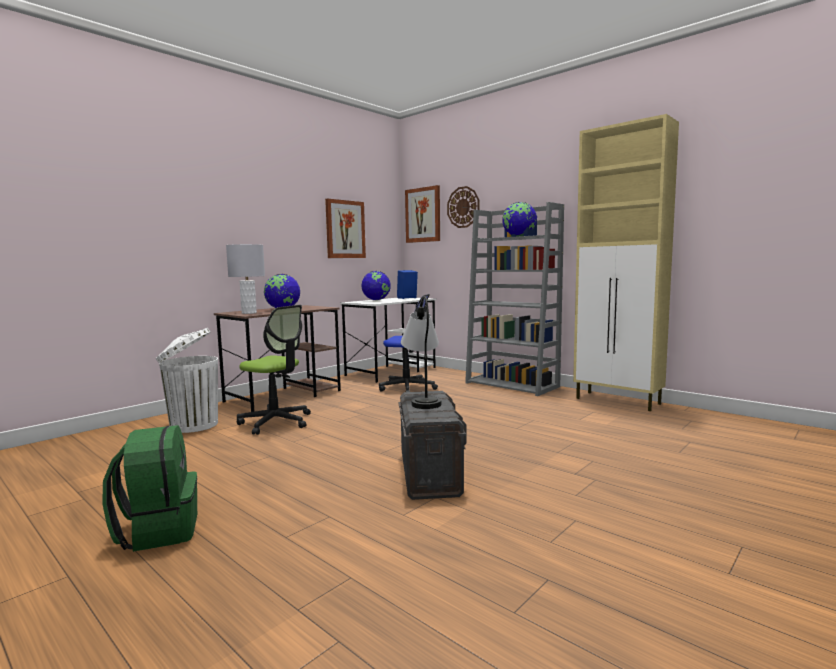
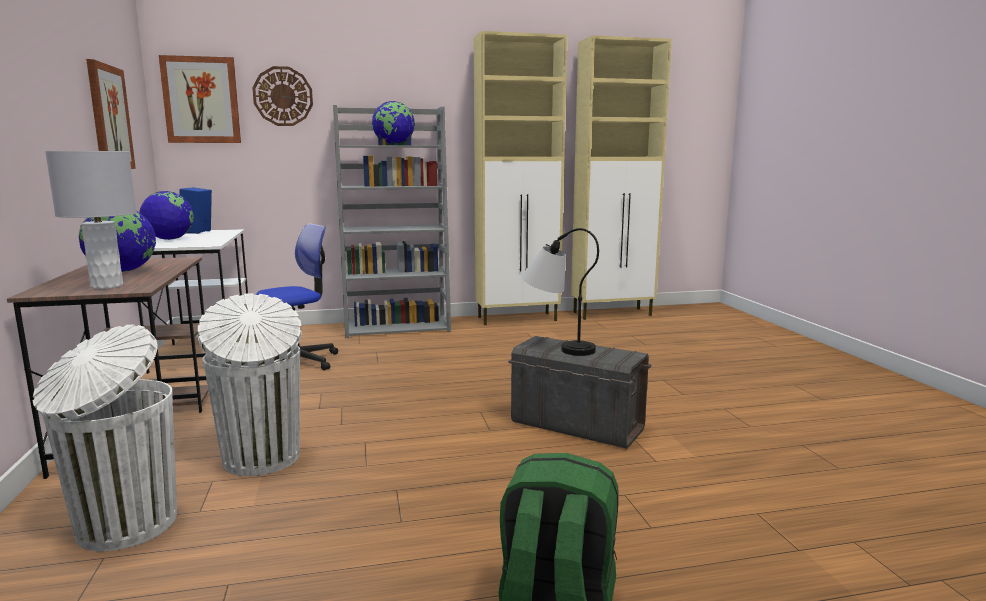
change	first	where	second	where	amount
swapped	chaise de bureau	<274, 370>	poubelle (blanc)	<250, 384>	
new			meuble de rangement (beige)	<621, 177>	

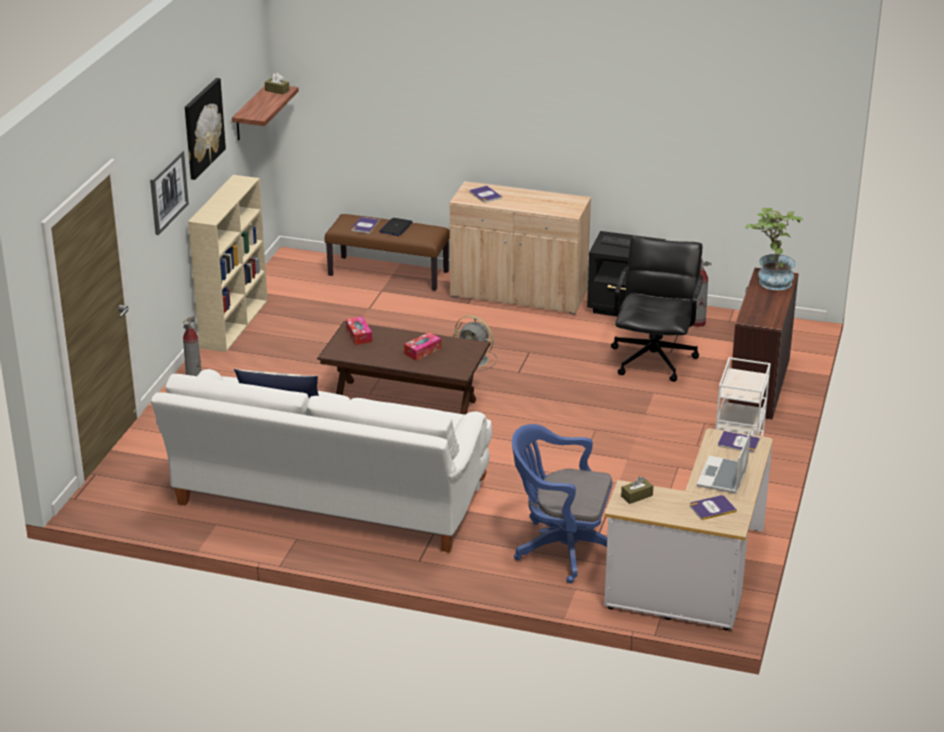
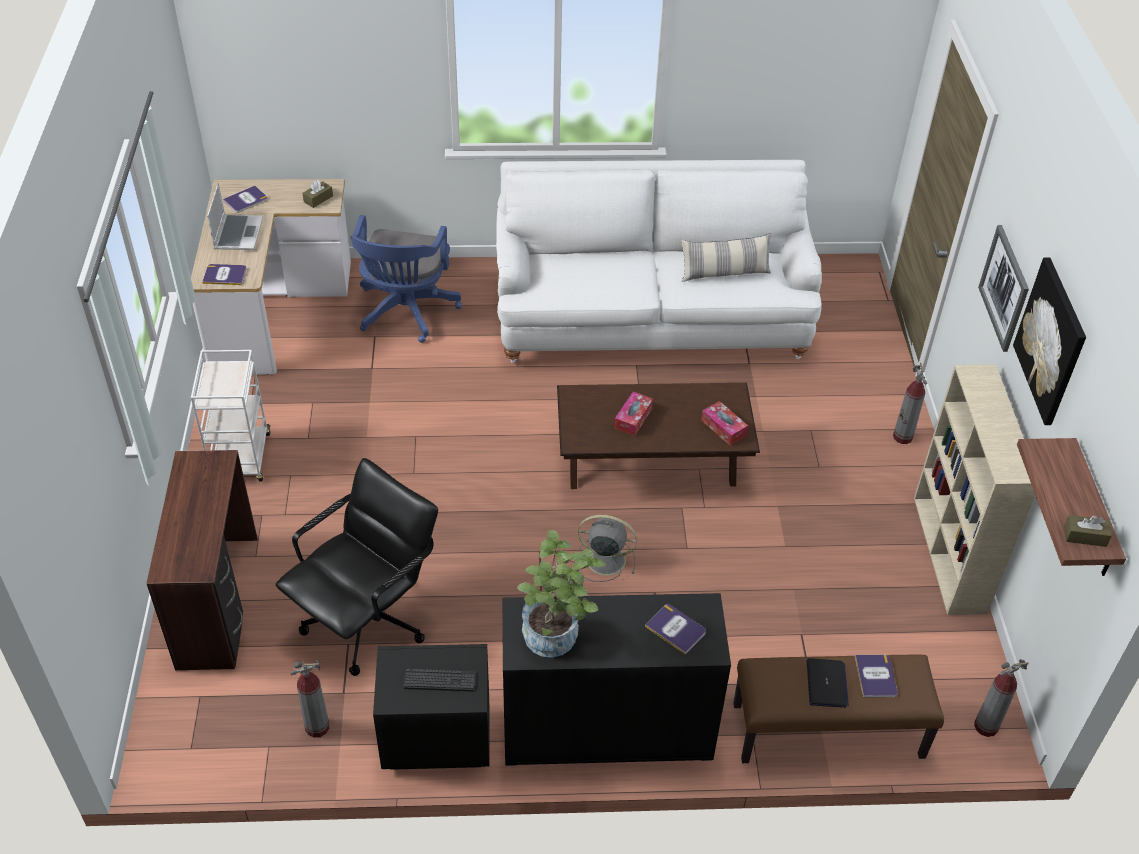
change	first	where	second	where	amount
rotated	chaise de bureau (noir)	<657, 309>		<357, 567>	135 degrees counterclockwise
rotated	chaise de bureau (bleu)	<562, 503>		<406, 279>	105 degrees clockwise
repainted	meuble de rangement (beige)	<520, 248>	meuble de rangement (noir)	<616, 679>	
shifted	plante en pot	<774, 248>		<561, 594>	
new			extincteur	<1001, 698>	

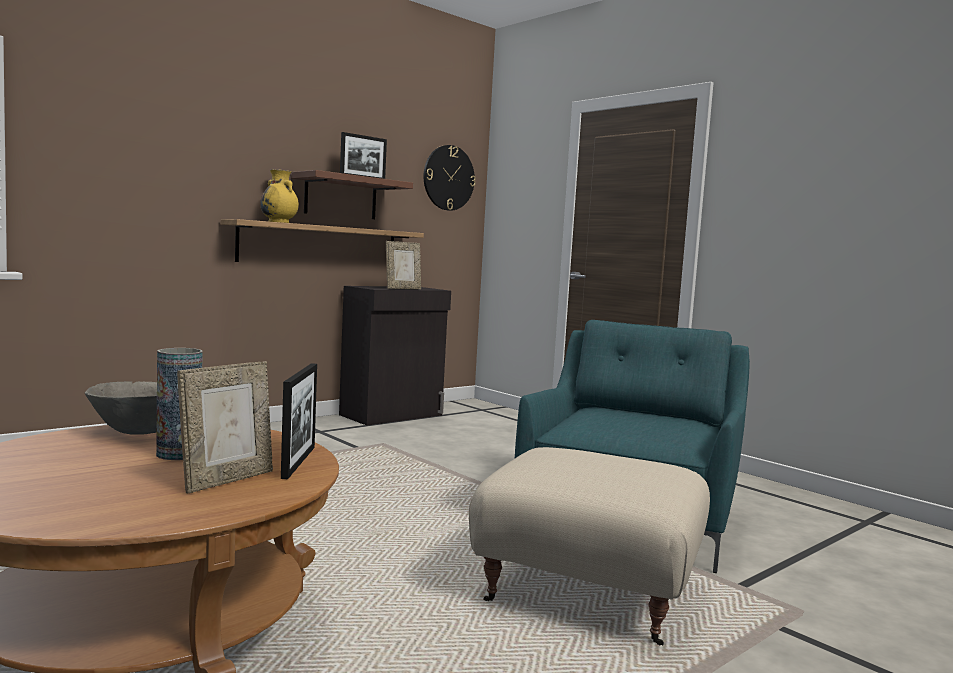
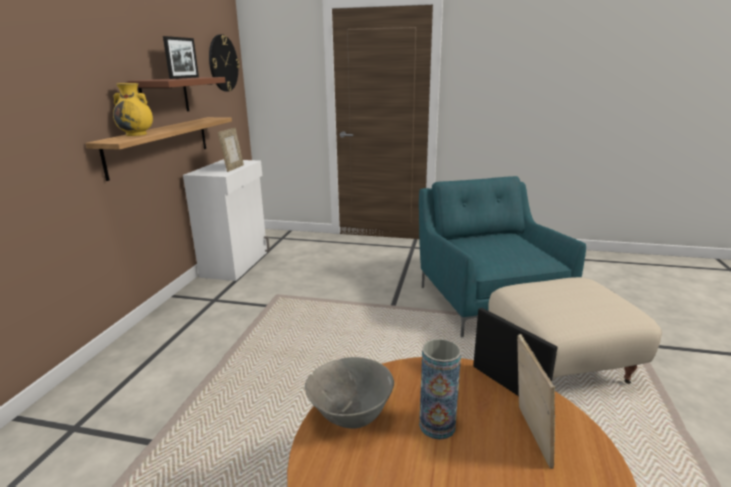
change	first	where	second	where	amount
repainted	meuble de rangement (noir)	<395, 356>	meuble de rangement (blanc)	<226, 220>	

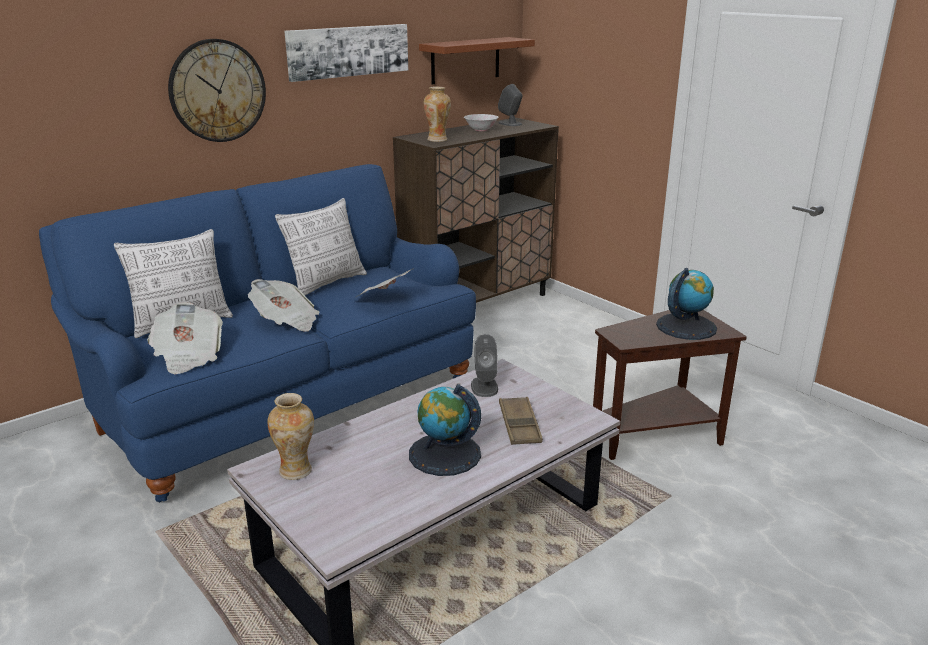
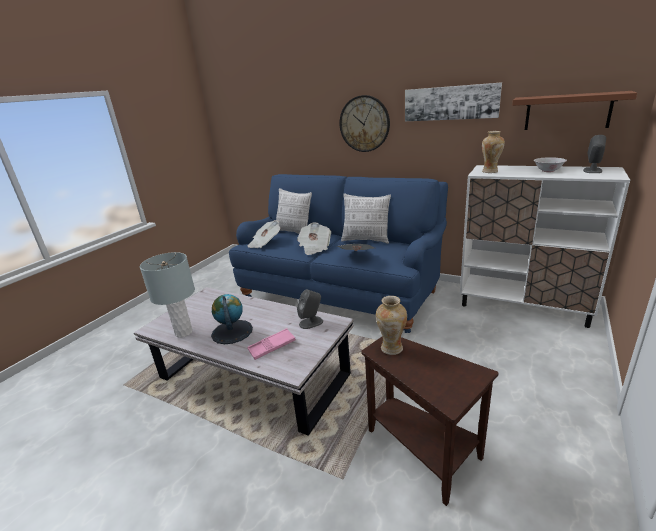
change	first	where	second	where	amount
new			lampe de table (gris)	<167, 295>	
repainted	plateau (marron)	<521, 421>	plateau (rose)	<271, 344>	
shifted	vase	<291, 436>		<391, 325>	
repainted	meuble de rangement (marron)	<476, 210>	meuble de rangement (blanc)	<545, 246>	
gone	globe	<686, 304>			

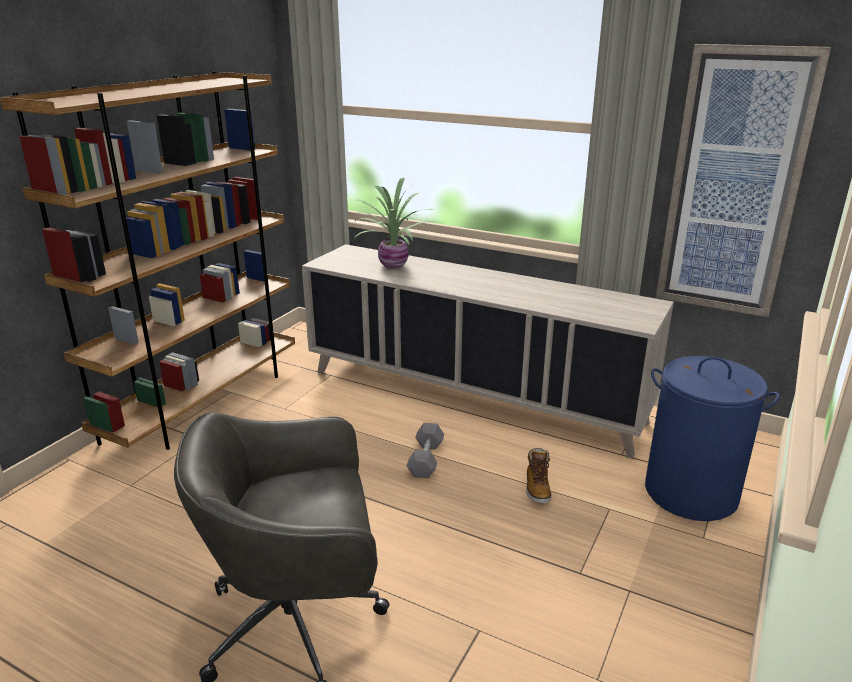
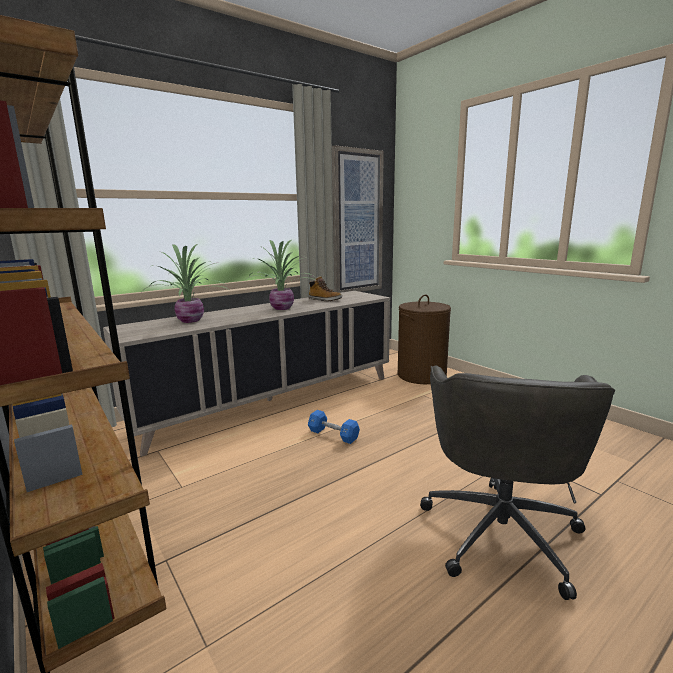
change	first	where	second	where	amount
new			plante en pot	<280, 275>	
repainted	haltère (gris)	<425, 450>	haltère (bleu)	<334, 427>	
shifted	botte	<539, 475>		<325, 288>	
repainted	panier à linge (bleu)	<712, 438>	panier à linge (marron)	<424, 339>	

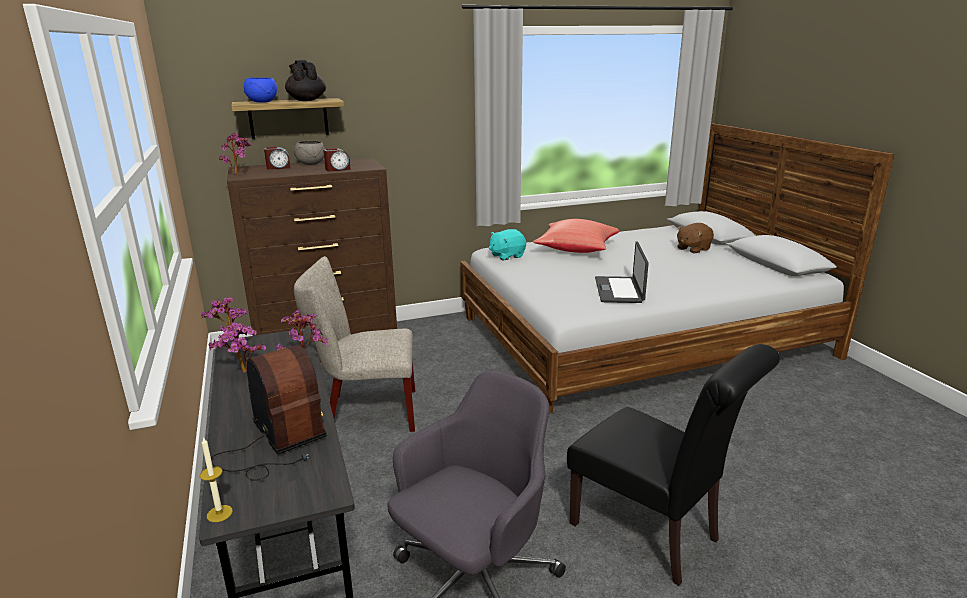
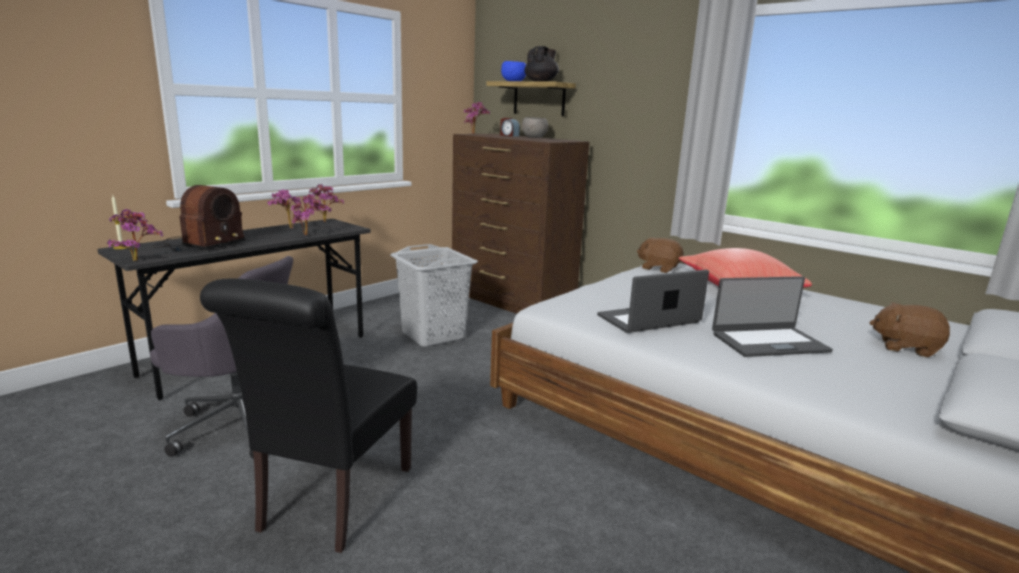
change	first	where	second	where	amount
new			plante en pot	<135, 235>	
swapped	chaise (beige)	<354, 344>	panier à linge (gris)	<434, 295>	
repainted	peluche (turquoise)	<507, 245>	peluche (marron)	<660, 255>	
new			ordinateur portable	<772, 316>	
gone	réveil	<337, 159>			

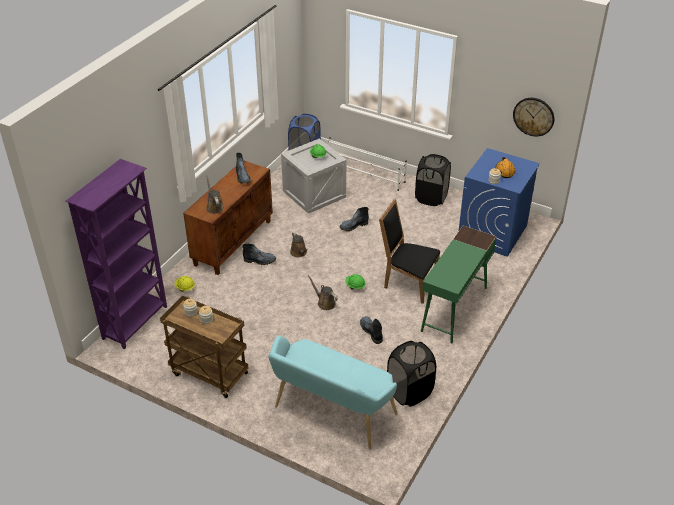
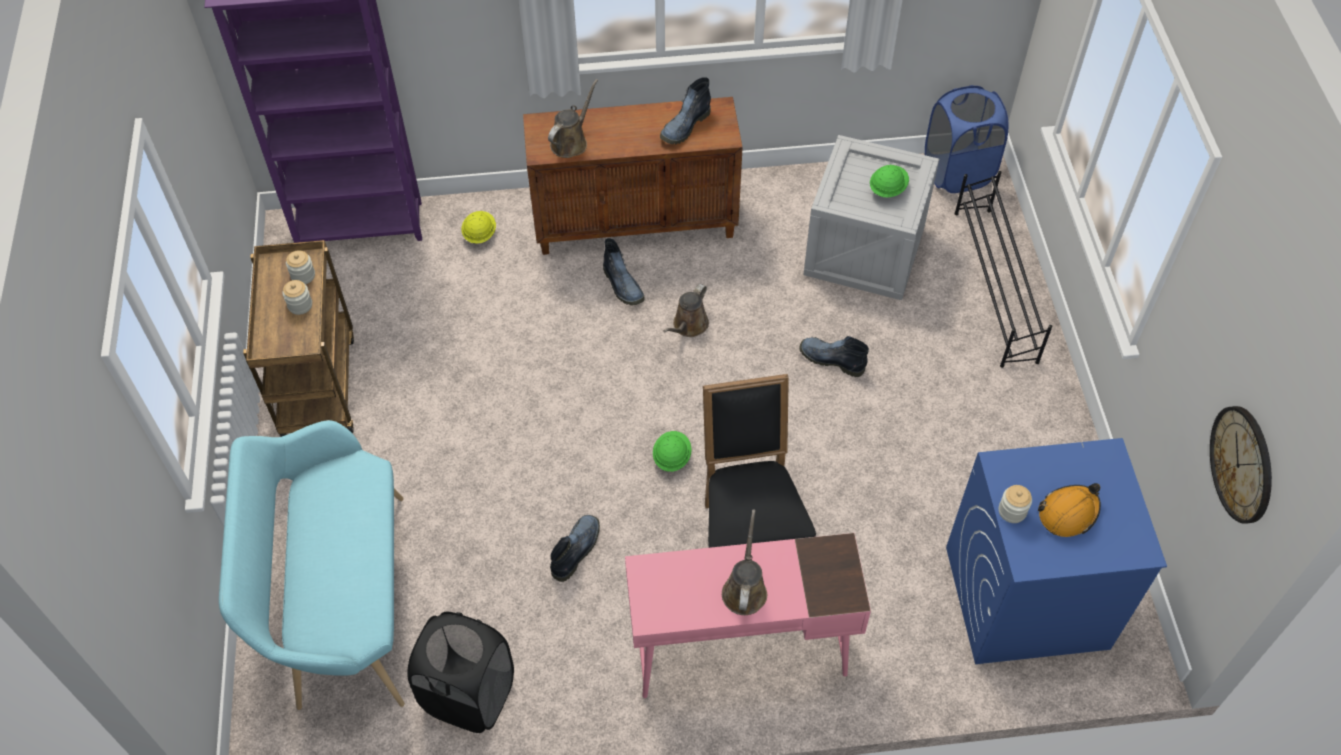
change	first	where	second	where	amount
repainted	bureau (vert)	<458, 284>	bureau (rose)	<748, 615>	
shifted	arrosoir (marron)	<323, 292>		<744, 562>	
repainted	étagère à chaussures (blanc)	<367, 164>	étagère à chaussures (noir)	<1003, 269>	
gone	panier à linge (noir)	<433, 180>			

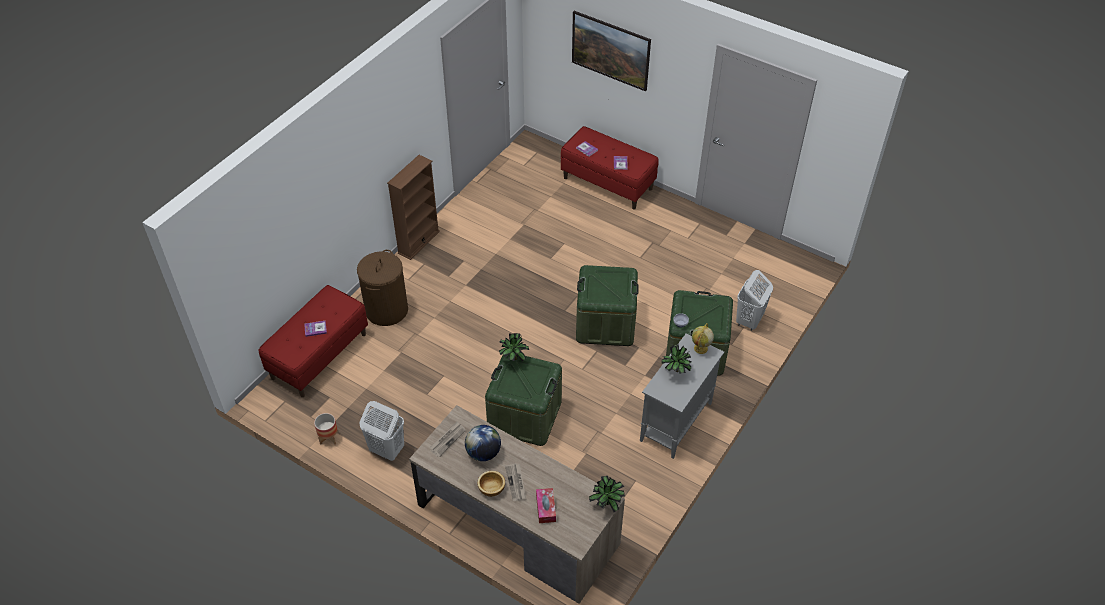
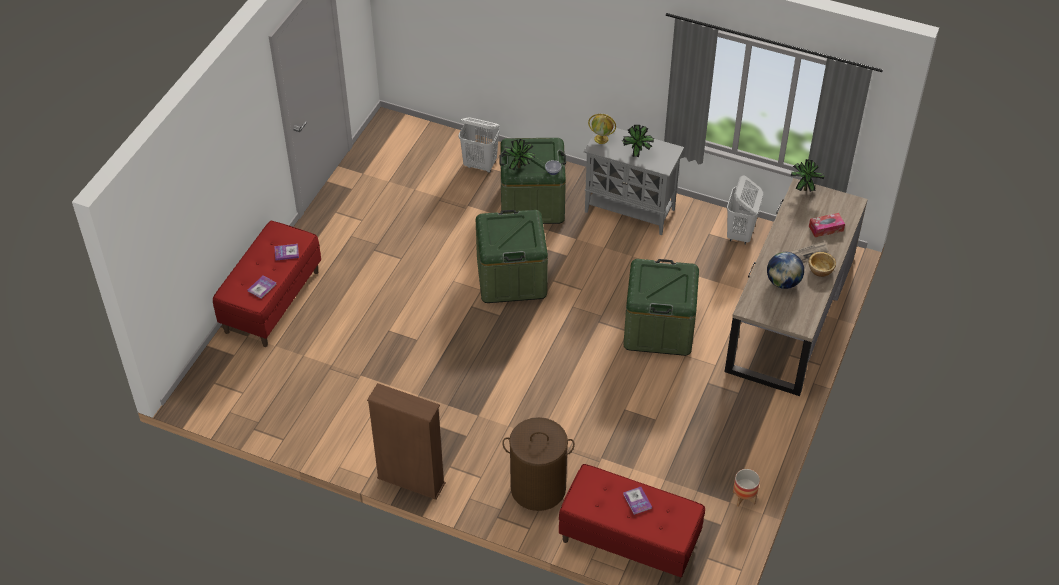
change	first	where	second	where	amount
shifted	plante en pot	<514, 347>		<519, 154>	
shifted	panier à linge (blanc)	<382, 431>		<745, 210>	
gone	journal	<448, 439>			
gone	tableau	<611, 51>			

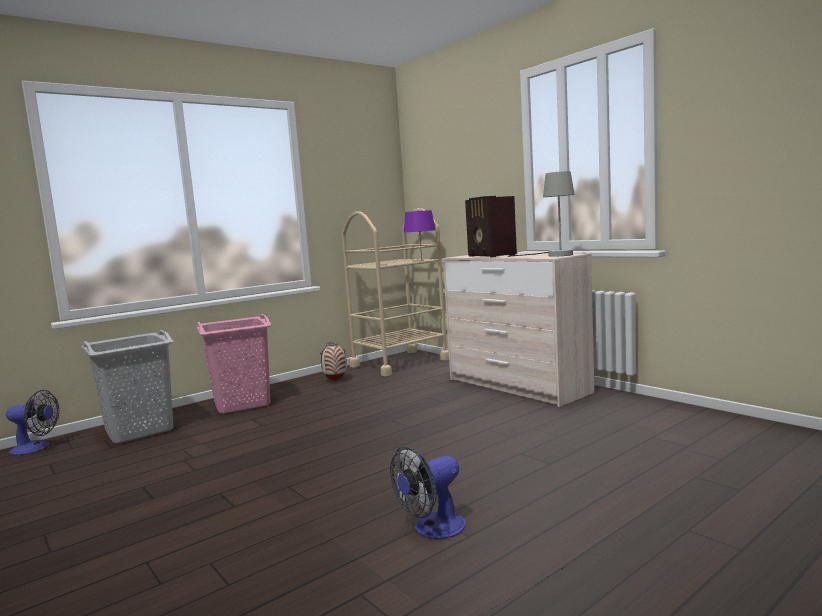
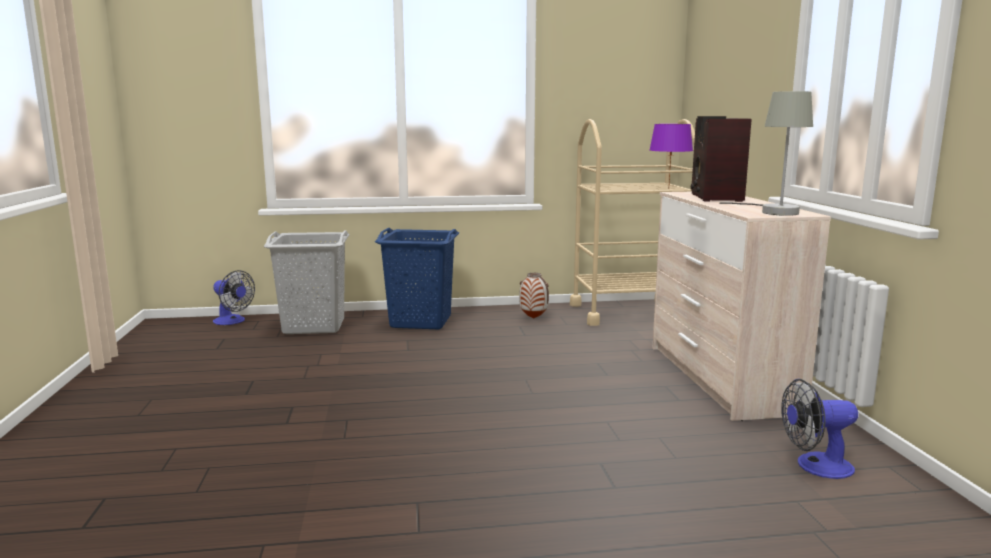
change	first	where	second	where	amount
repainted	panier à linge (rose)	<234, 364>	panier à linge (bleu)	<417, 278>	
shifted	ventilateur	<428, 492>		<819, 429>	

